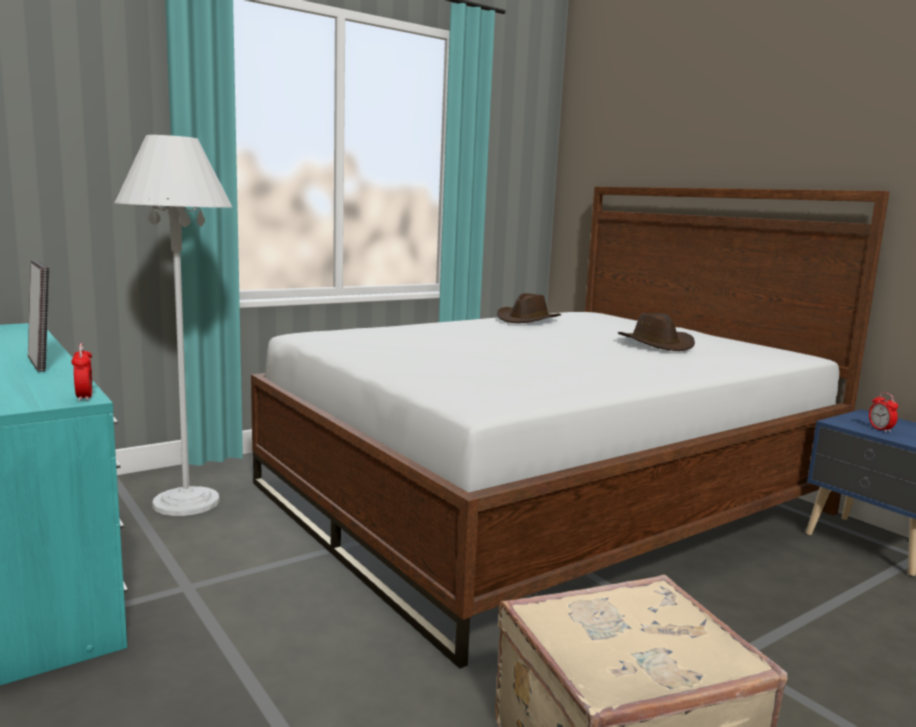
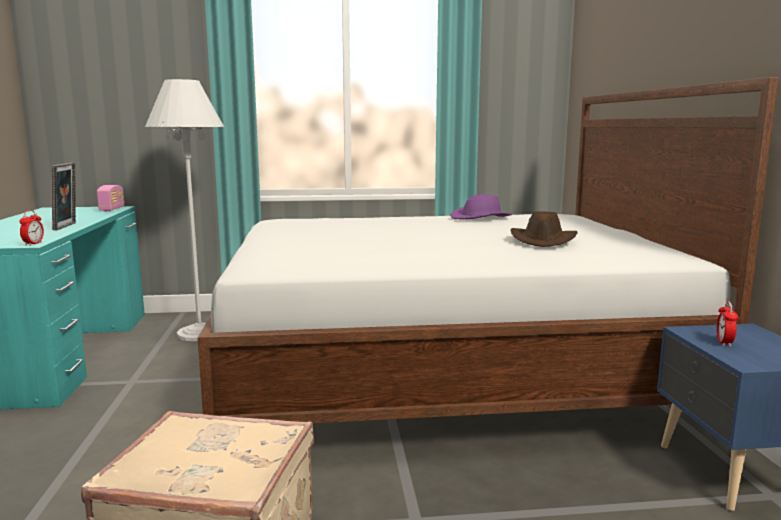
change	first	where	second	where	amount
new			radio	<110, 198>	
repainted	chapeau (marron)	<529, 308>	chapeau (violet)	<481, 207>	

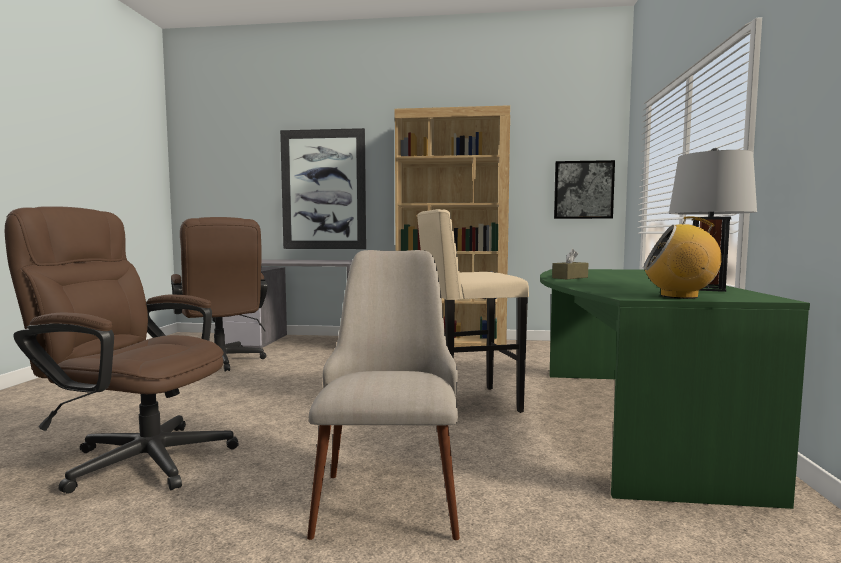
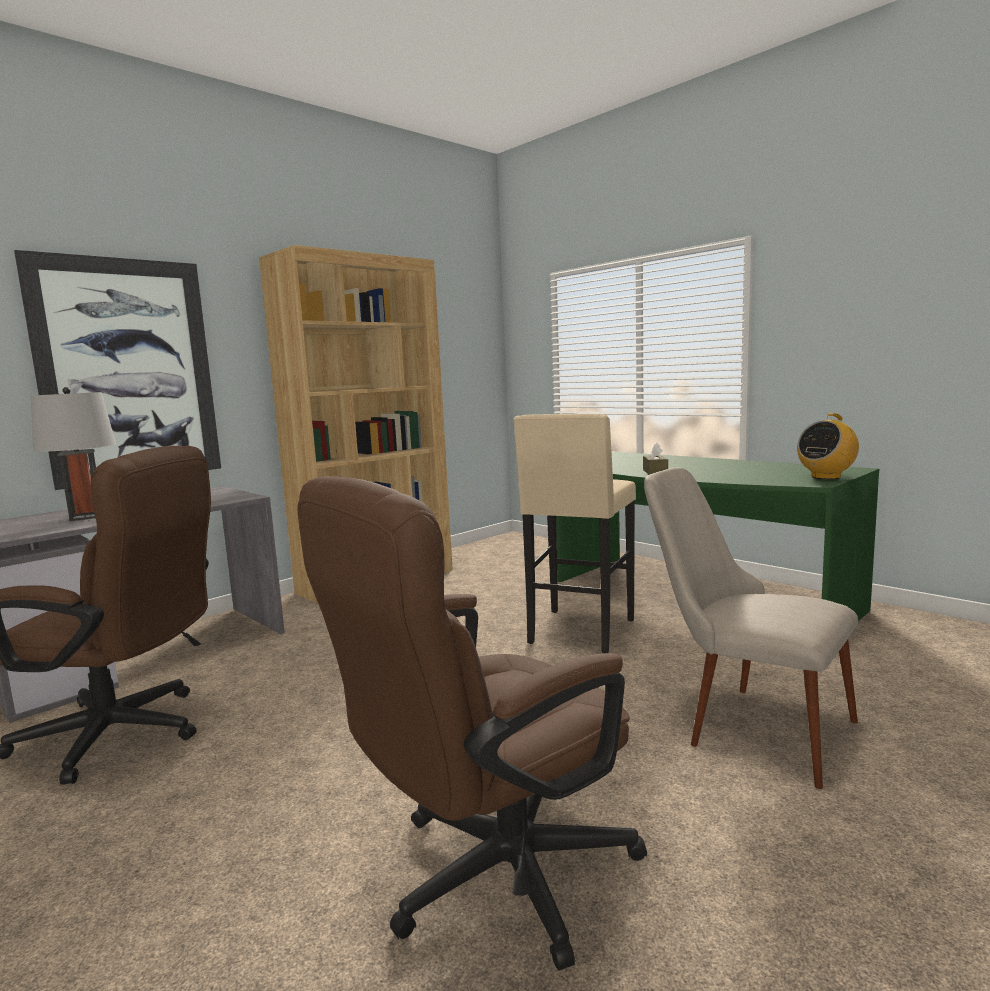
change	first	where	second	where	amount
shifted	lampe de table (gris)	<713, 220>		<73, 454>	
gone	tableau	<584, 189>			

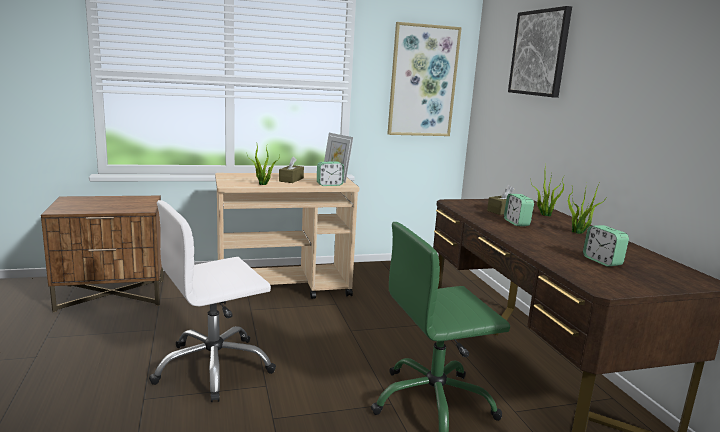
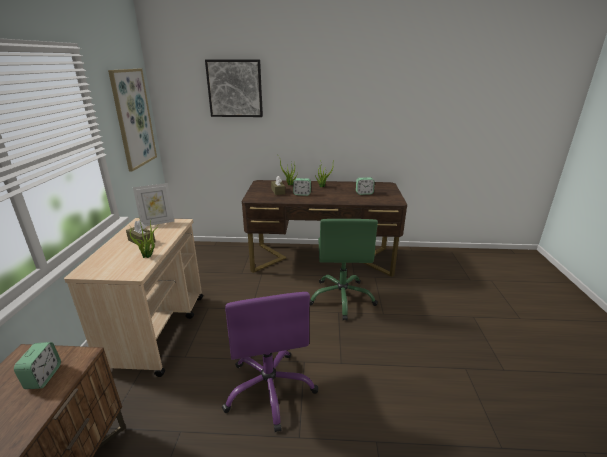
change	first	where	second	where	amount
shifted	réveil	<330, 173>		<37, 365>	
repainted	chaise de bureau (blanc)	<212, 301>	chaise de bureau (violet)	<270, 362>	

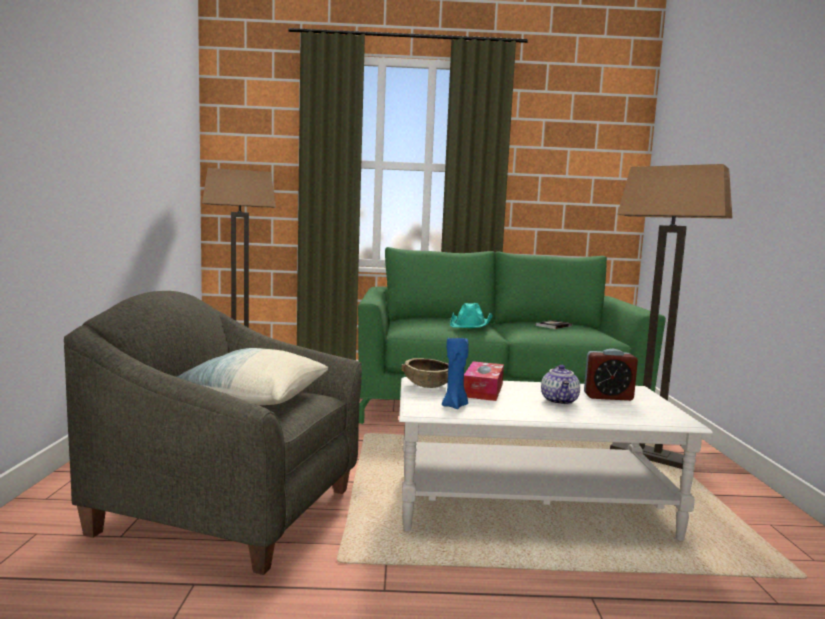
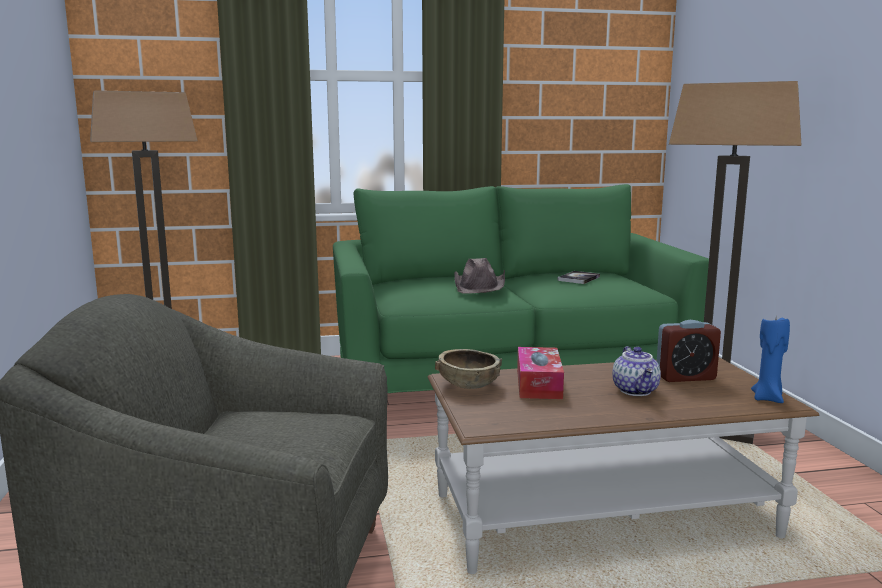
change	first	where	second	where	amount
repainted	table basse (blanc)	<556, 459>	table basse (marron)	<623, 465>	
repainted	chapeau (turquoise)	<471, 315>	chapeau (marron)	<479, 276>	
shifted	bougie (bleu)	<455, 373>		<770, 358>	
gone	coussin	<252, 376>			

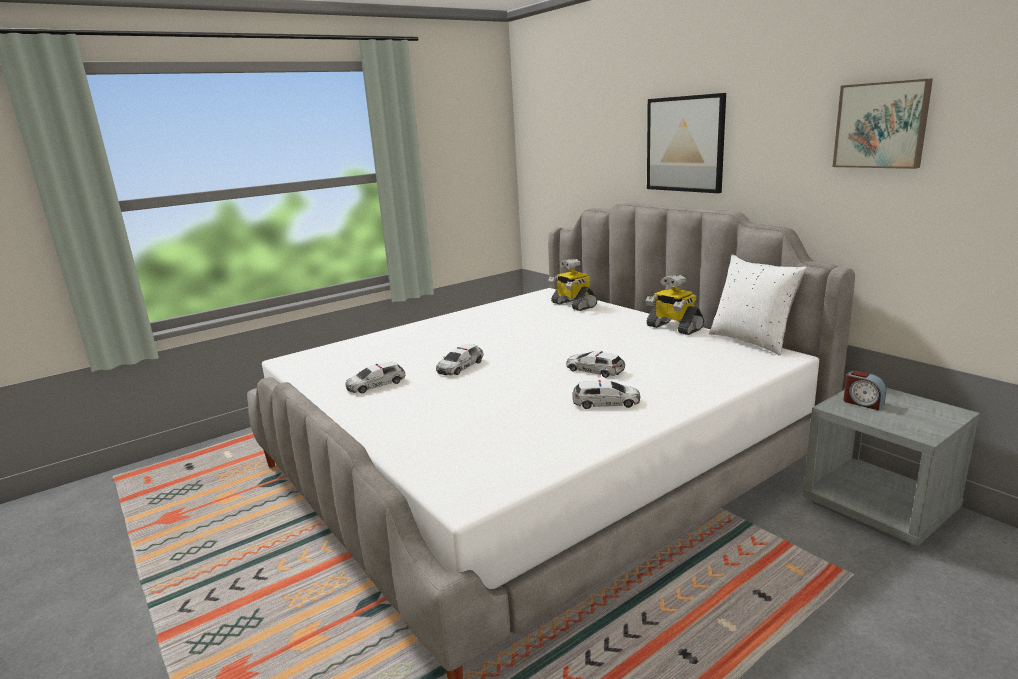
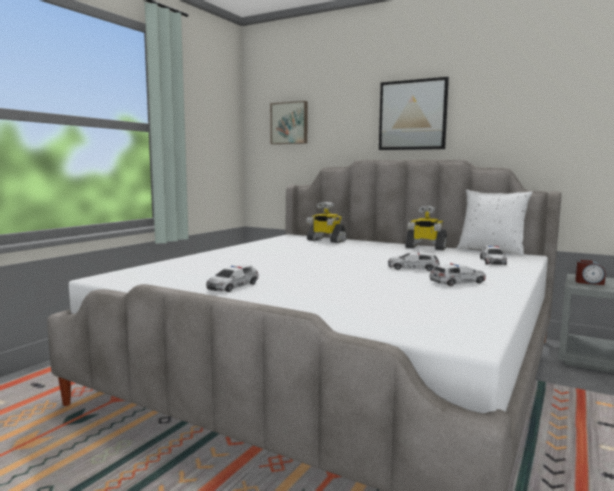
change	first	where	second	where	amount
shifted	tableau	<883, 124>		<289, 122>	
shifted	petite voiture	<459, 359>		<493, 255>	

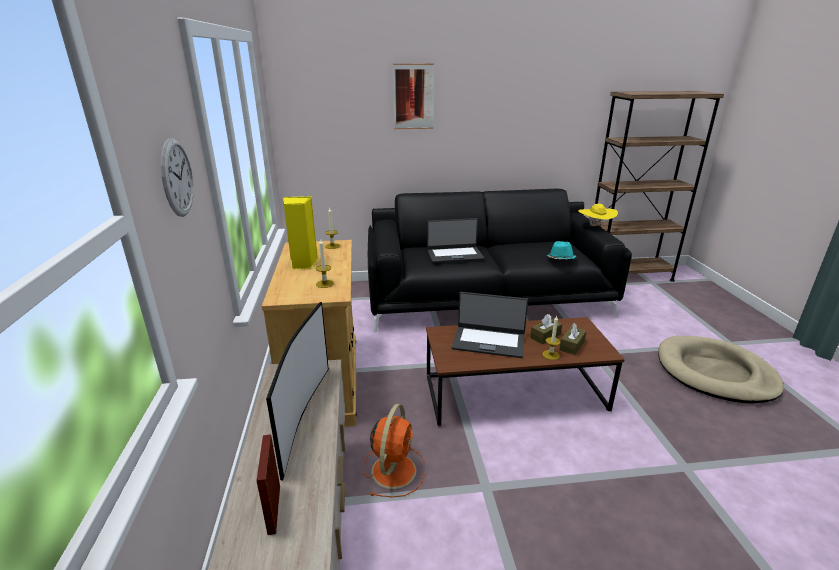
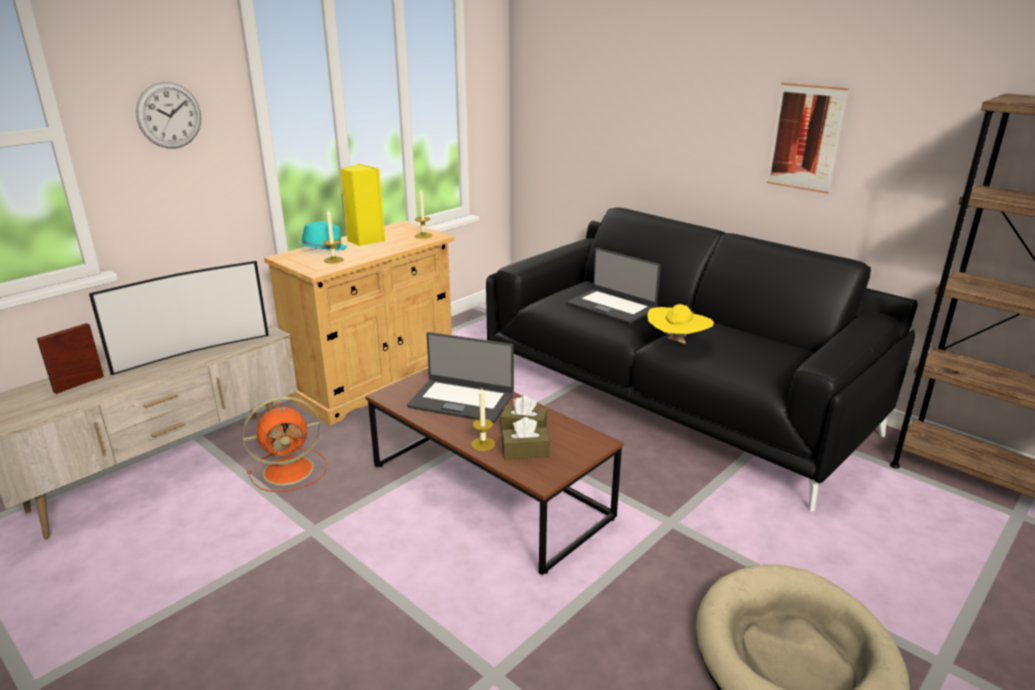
change	first	where	second	where	amount
shifted	chapeau (turquoise)	<561, 250>		<322, 236>	
rotated	ordinateur portable	<490, 325>		<460, 377>	45 degrees counterclockwise
shifted	chapeau (jaune)	<598, 215>		<681, 324>	
shifted	tableau	<413, 96>		<808, 138>	

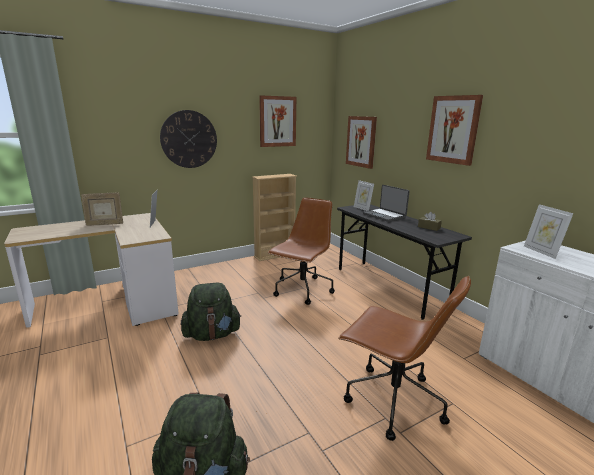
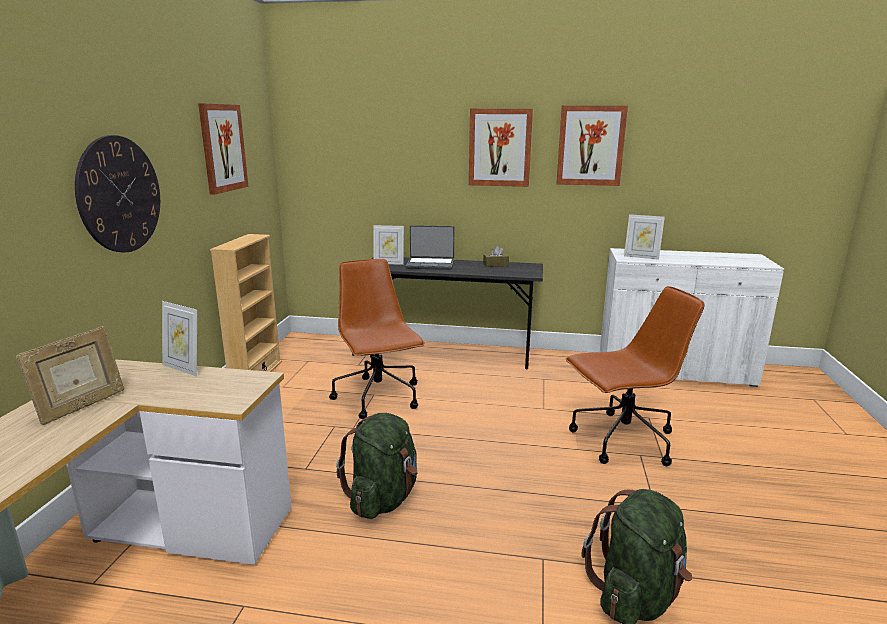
change	first	where	second	where	amount
shifted	tableau	<361, 142>		<592, 146>	

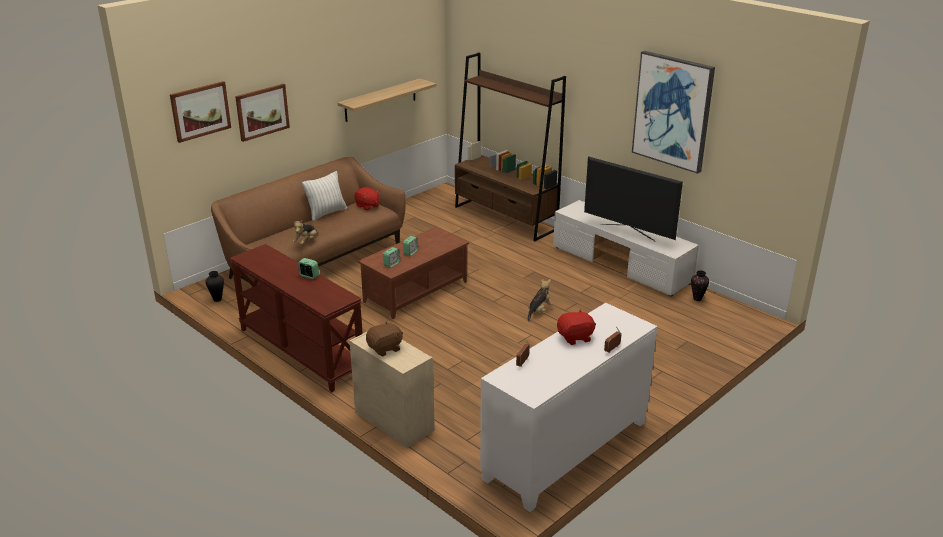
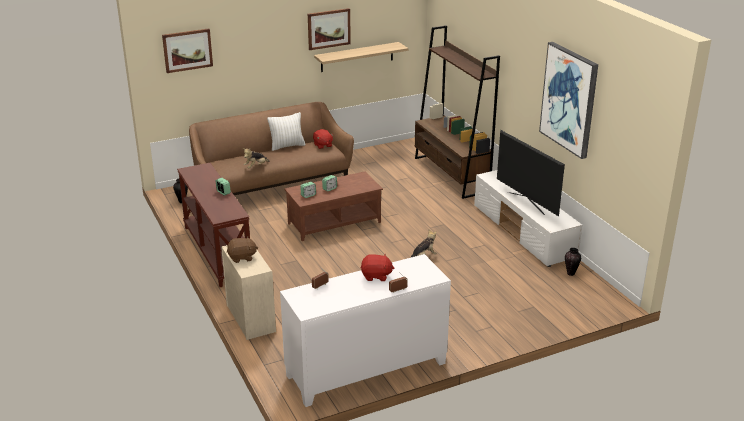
change	first	where	second	where	amount
shifted	tableau	<262, 113>		<329, 29>	

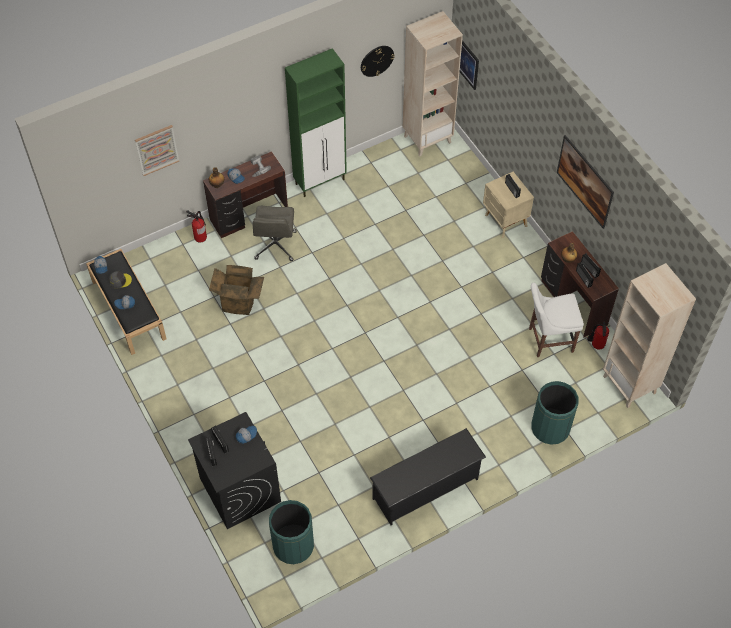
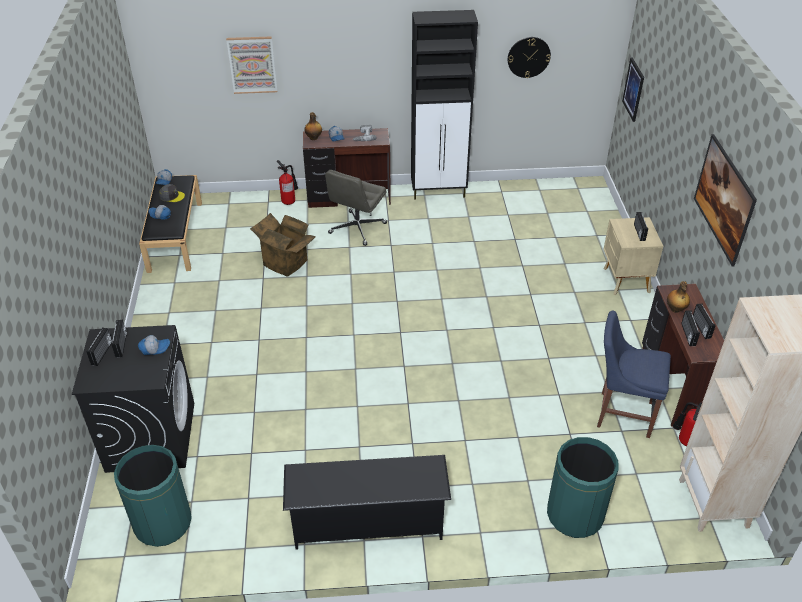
change	first	where	second	where	amount
repainted	meuble de rangement (vert)	<316, 122>	meuble de rangement (noir)	<444, 105>	
repainted	chaise (blanc)	<556, 320>	chaise (bleu)	<634, 374>	
gone	bibliothèque (beige)	<433, 84>			

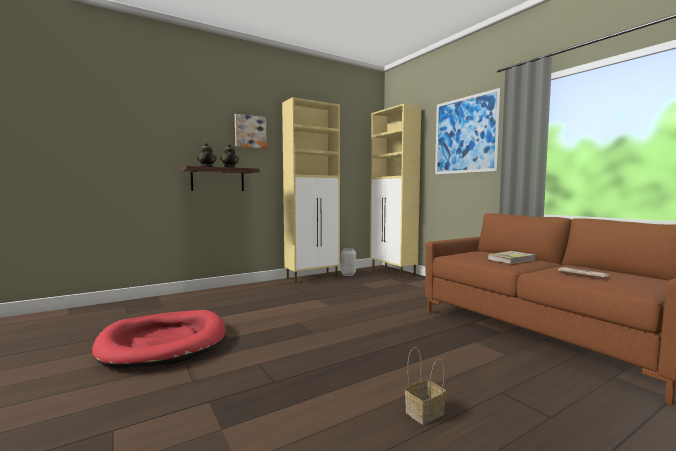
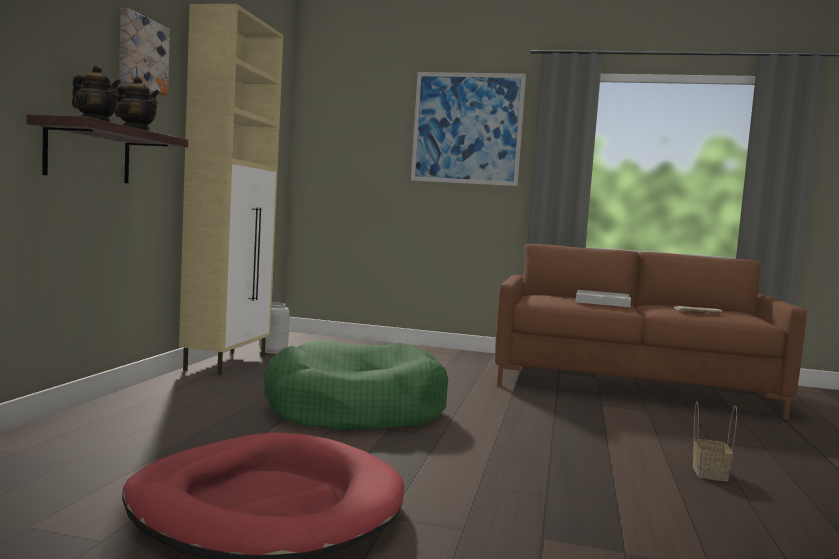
change	first	where	second	where	amount
new			panier pour chien (vert)	<355, 385>	
swapped	livre	<511, 257>	plateau (blanc)	<603, 298>	
gone	meuble de rangement (beige)	<395, 190>			

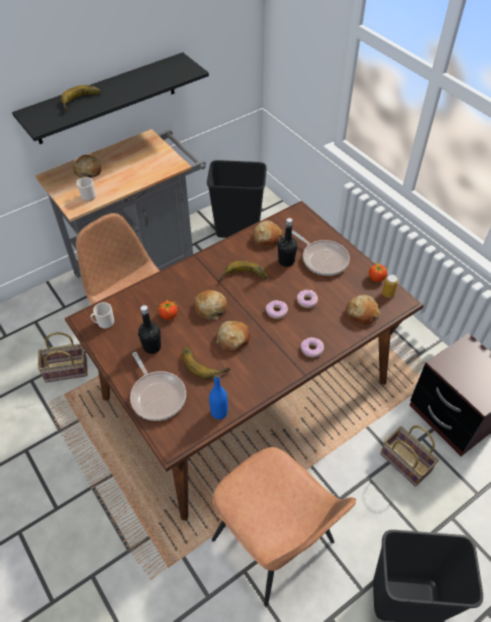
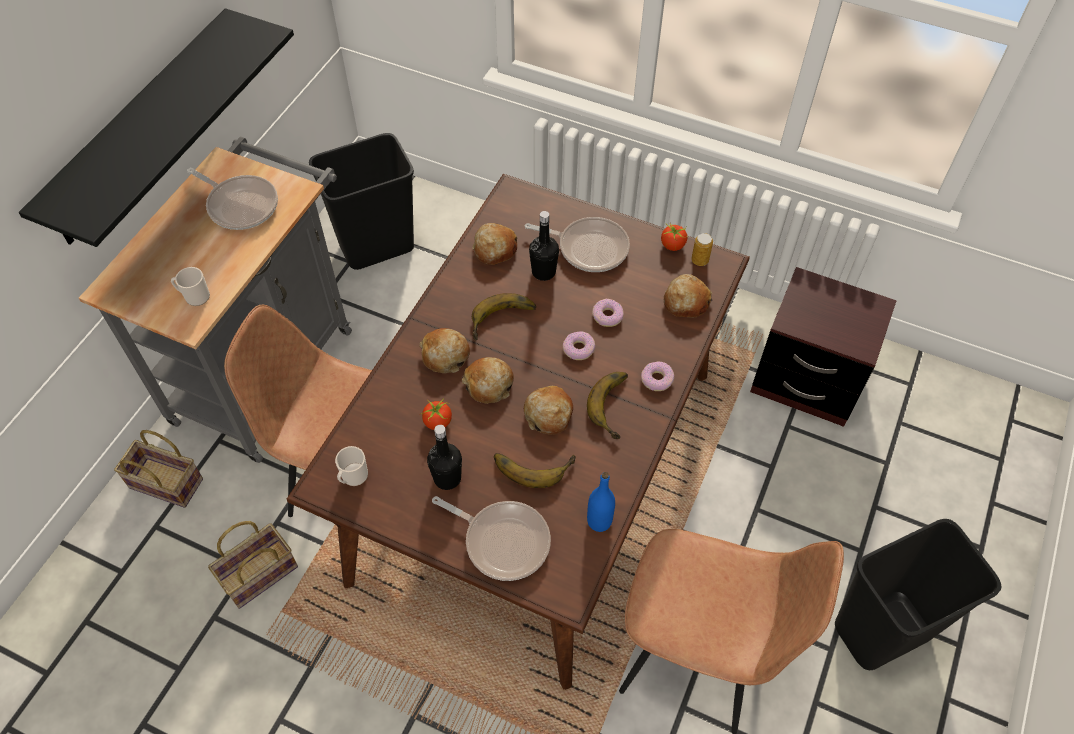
change	first	where	second	where	amount
shifted	panier	<409, 456>		<158, 469>	
new			poêle	<232, 199>	
shifted	pain	<87, 166>		<444, 350>	
shifted	banane	<81, 98>		<607, 405>	

